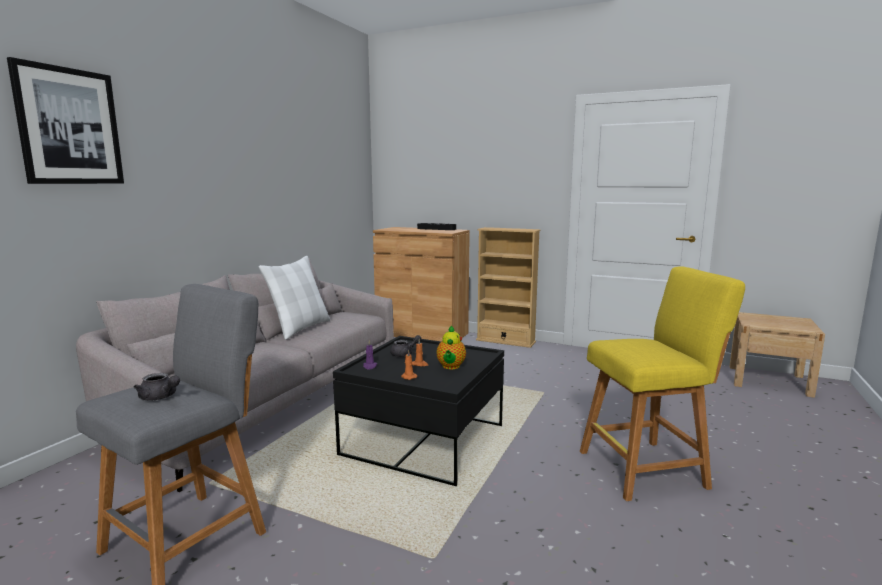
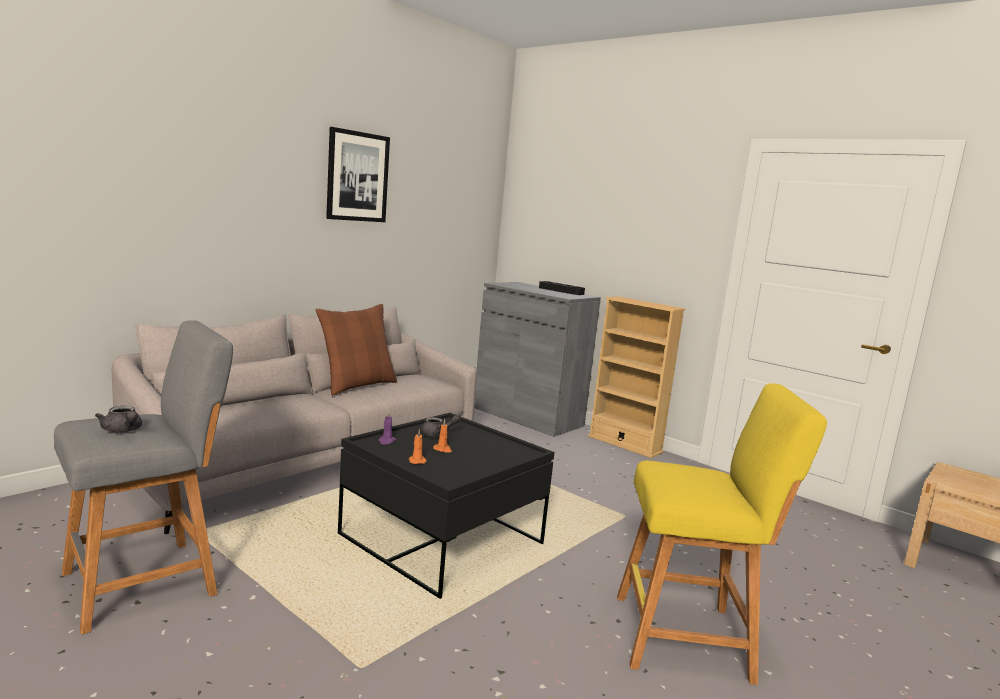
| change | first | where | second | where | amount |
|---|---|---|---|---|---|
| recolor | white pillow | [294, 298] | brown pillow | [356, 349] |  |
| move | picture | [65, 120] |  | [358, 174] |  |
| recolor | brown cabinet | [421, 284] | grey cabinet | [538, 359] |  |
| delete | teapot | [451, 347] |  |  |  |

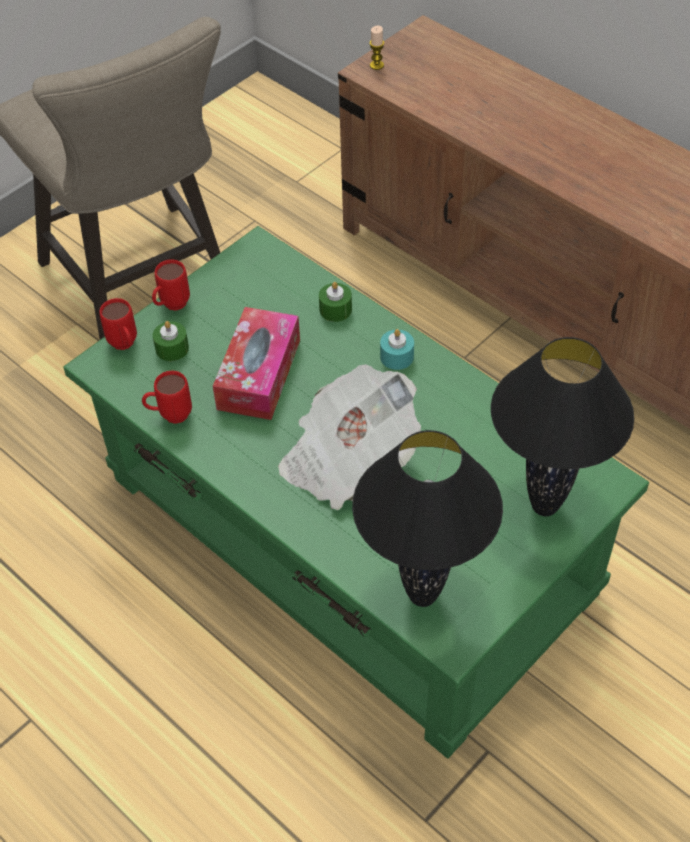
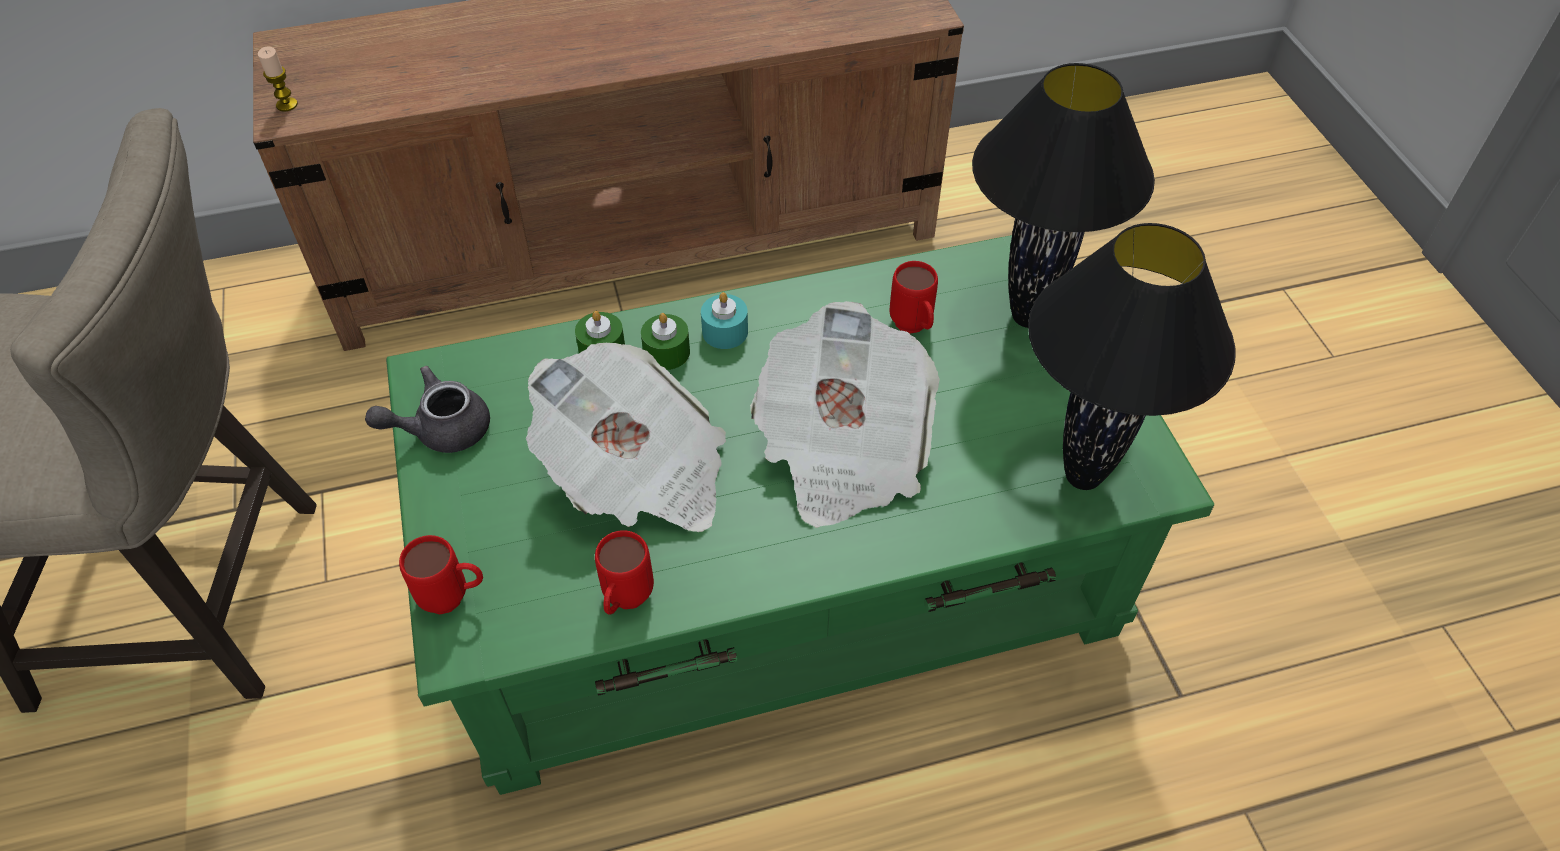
| change | first | where | second | where | amount |
|---|---|---|---|---|---|
| insert |  |  | grey teapot | [427, 409] |  |
| replace | tissue box | [256, 363] | newspaper | [626, 437] |  |
| move | green candle | [171, 341] |  | [665, 341] |  |
| move | red mug | [171, 284] |  | [914, 297] |  |

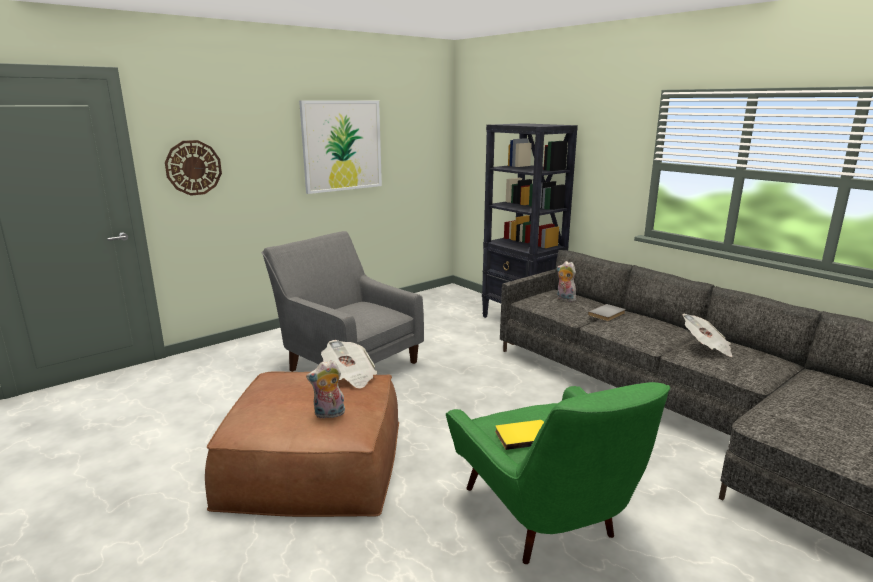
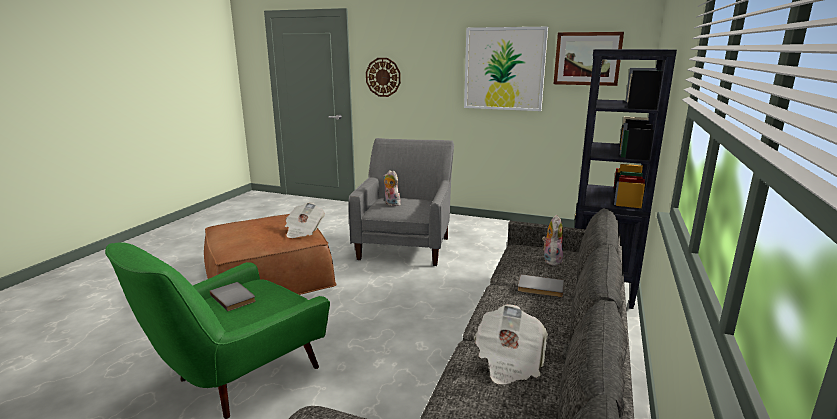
| change | first | where | second | where | amount |
|---|---|---|---|---|---|
| recolor | yellow book | [519, 435] | grey book | [233, 296] |  |
| move | plush toy | [325, 389] |  | [392, 188] |  |
| insert |  |  | picture | [588, 59] |  |

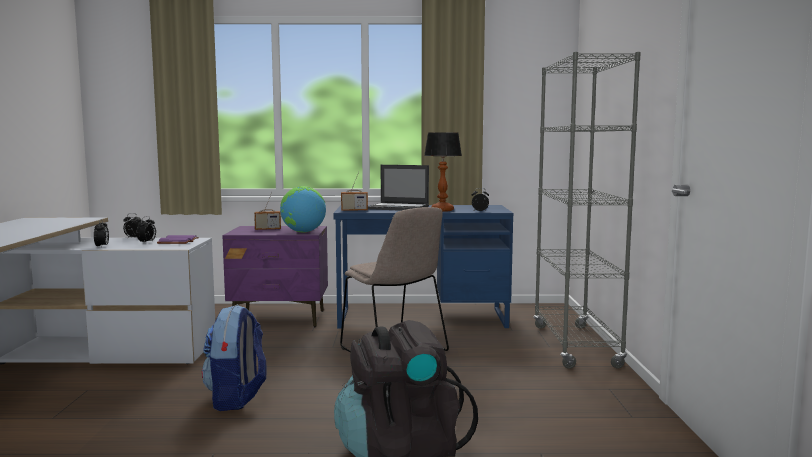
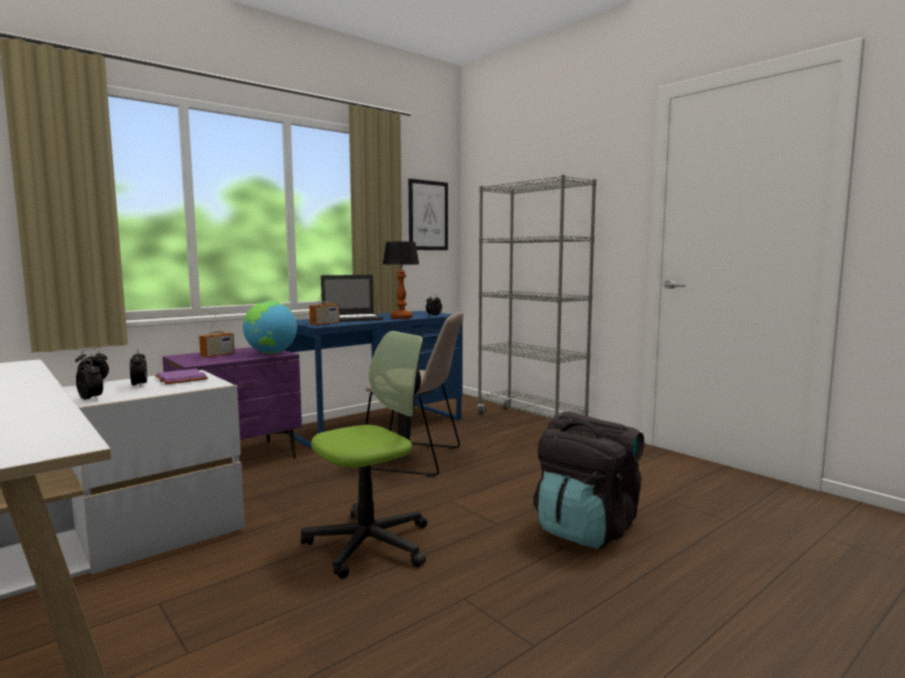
| change | first | where | second | where | amount |
|---|---|---|---|---|---|
| replace | backpack | [234, 358] | office chair | [364, 455] |  |
| insert |  |  | picture | [428, 214] |  |

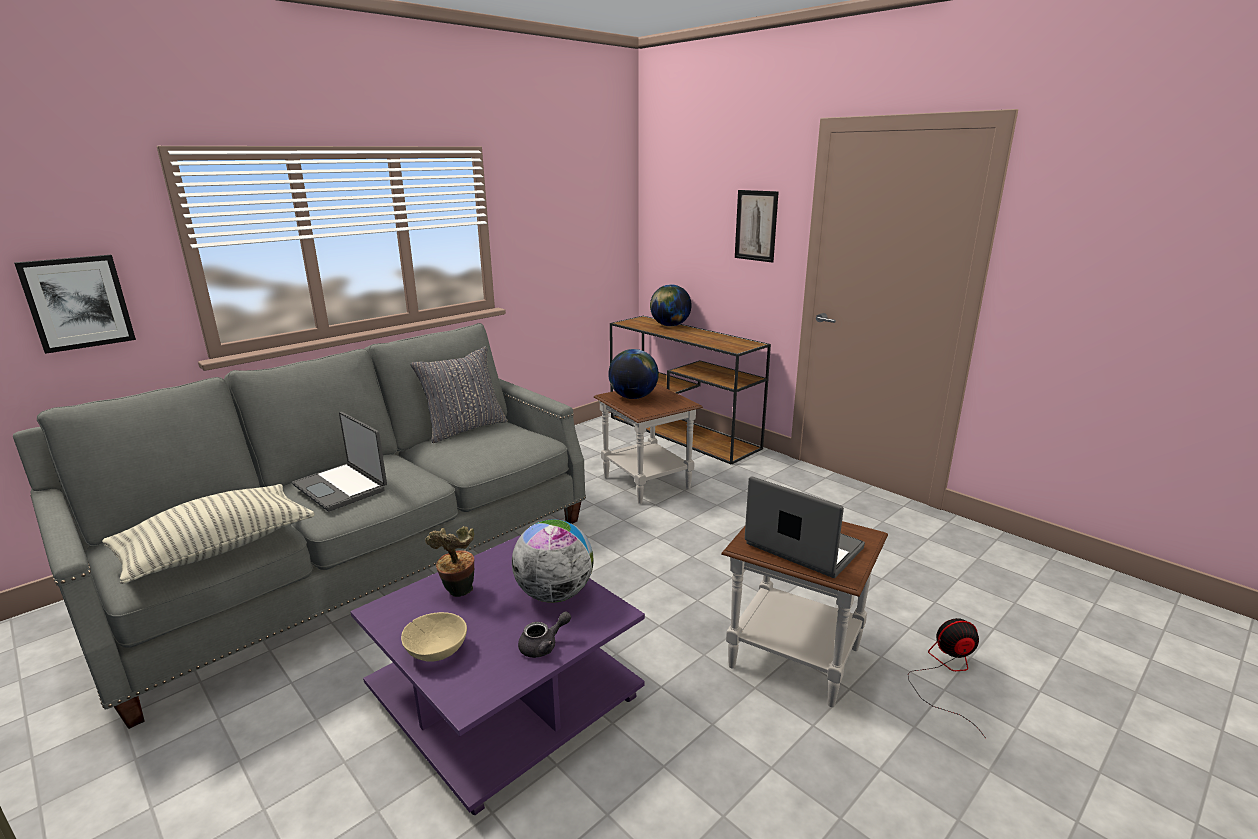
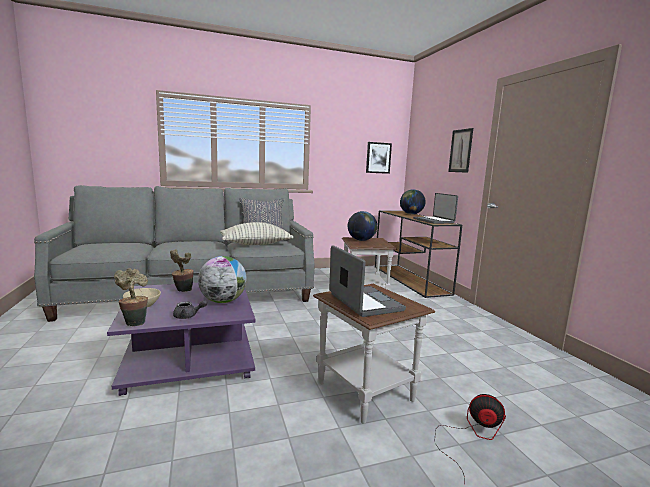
| change | first | where | second | where | amount |
|---|---|---|---|---|---|
| insert |  |  | potted plant | [131, 297] |  |
| move | pillow | [208, 534] |  | [257, 233] |  |
| move | picture | [75, 304] |  | [379, 158] |  |
| move | laptop | [339, 461] |  | [435, 208] |  |

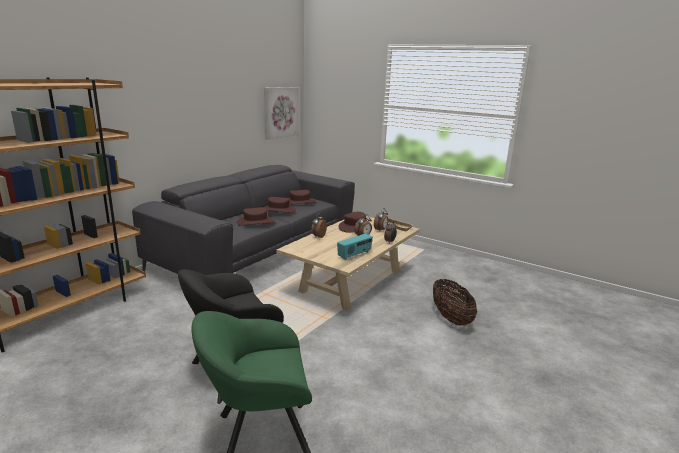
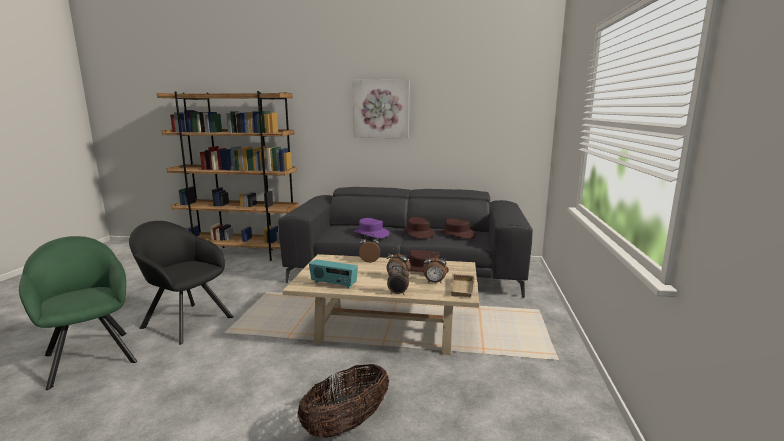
| change | first | where | second | where | amount |
|---|---|---|---|---|---|
| move | picture | [281, 113] |  | [380, 108] |  |
| recolor | brown hat | [255, 216] | purple hat | [371, 228] |  |

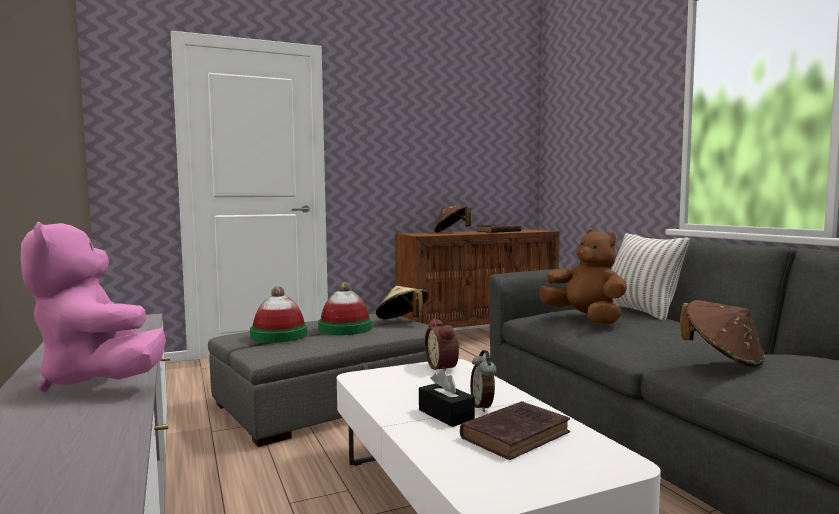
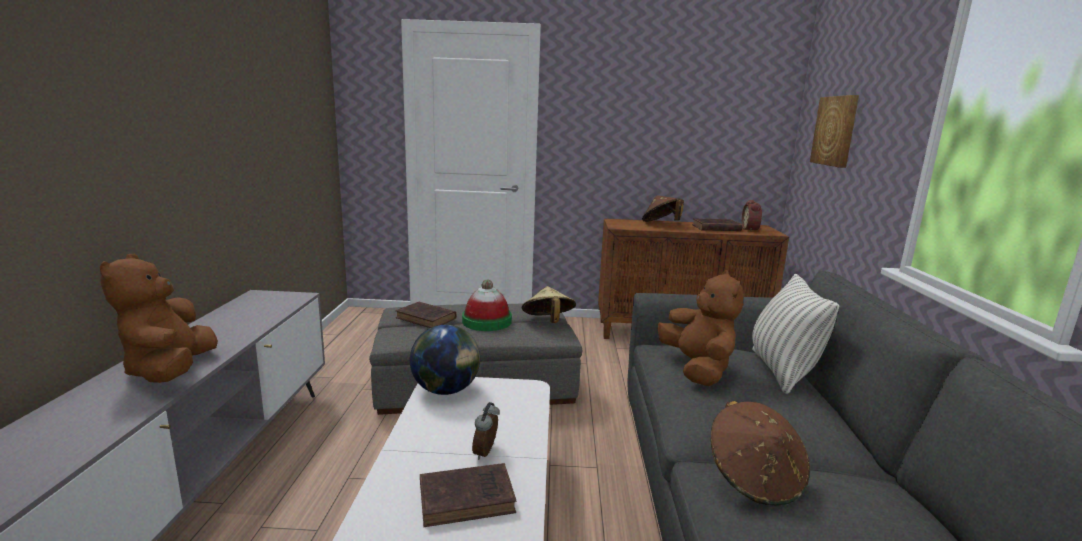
| change | first | where | second | where | amount |
|---|---|---|---|---|---|
| recolor | pink plush toy | [93, 307] | brown plush toy | [159, 318] |  |
| replace | hat | [278, 314] | brown book | [426, 315] |  |
| insert |  |  | globe | [445, 360] |  |
| move | alarm clock | [442, 344] |  | [752, 216] |  |
| insert |  |  | picture | [834, 131] |  |
| delete | black tissue box | [447, 398] |  |  |  |

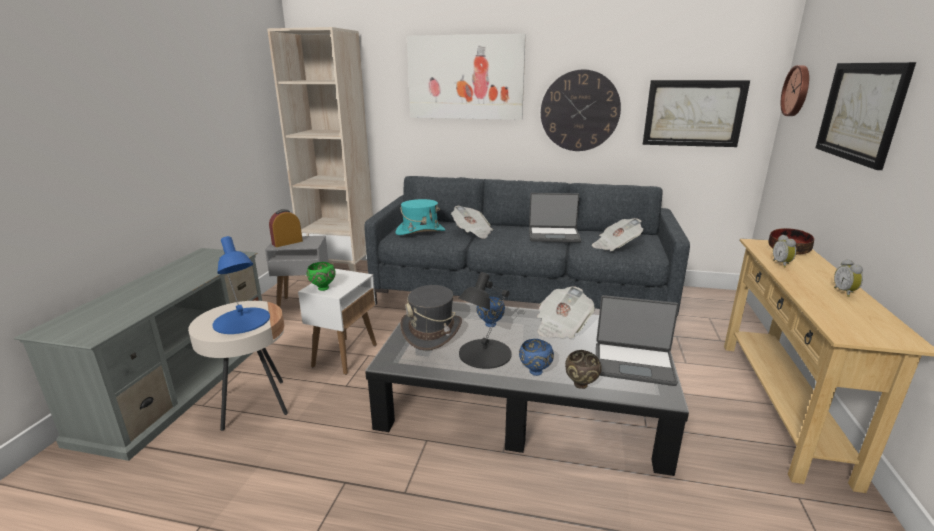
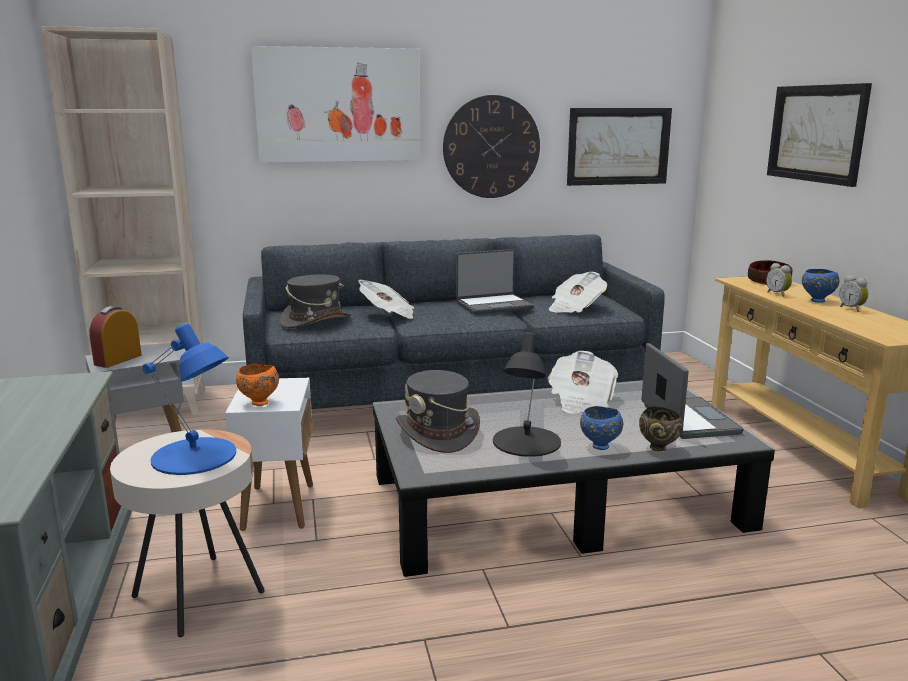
| change | first | where | second | where | amount |
|---|---|---|---|---|---|
| recolor | green bowl | [321, 276] | orange bowl | [257, 385] |  |
| recolor | turquoise hat | [420, 217] | grey hat | [315, 301] |  |
| rotate | laptop | [637, 340] |  | [692, 391] | 90 degrees counterclockwise |
| move | blue bowl | [490, 312] |  | [821, 286] |  |
| delete | wall clock | [795, 90] |  |  |  |

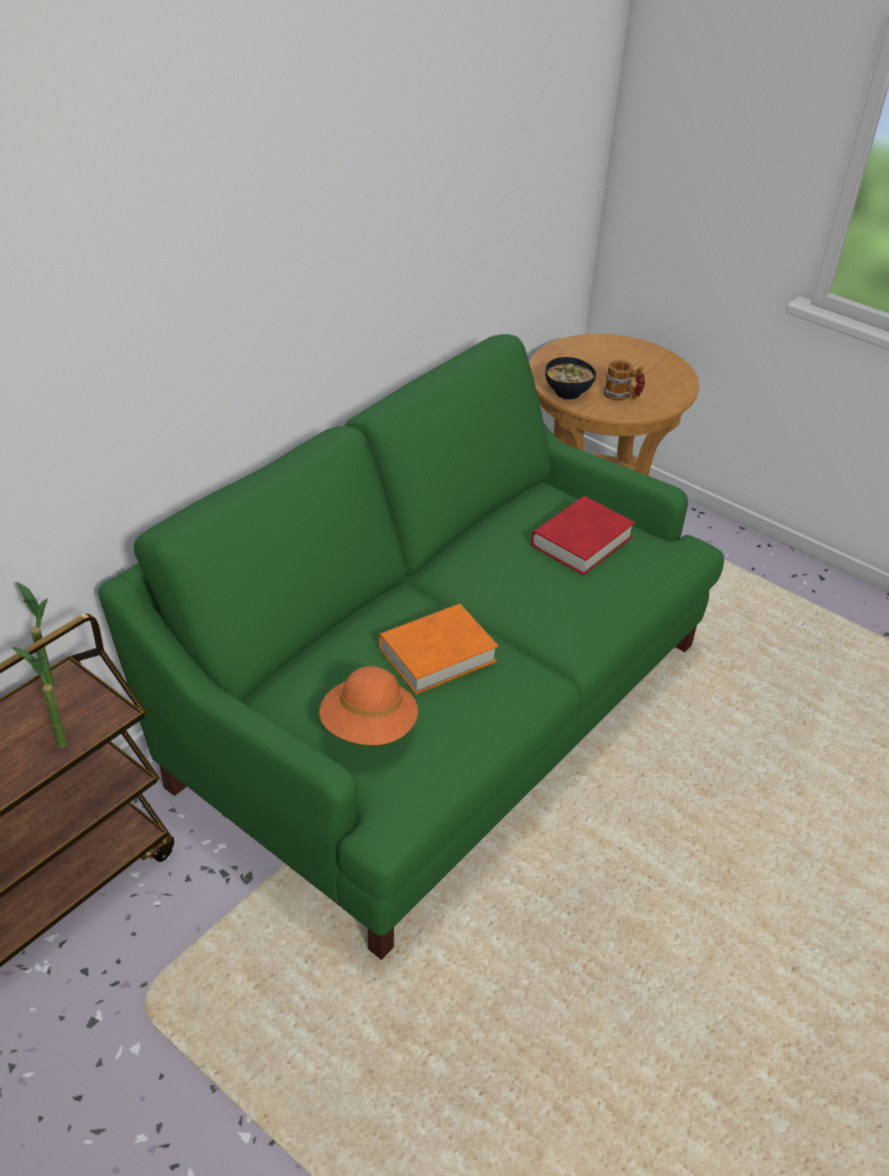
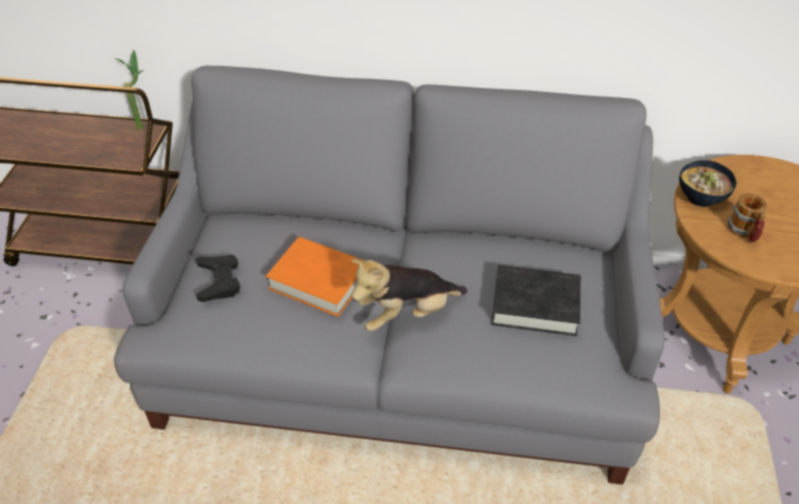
| change | first | where | second | where | amount |
|---|---|---|---|---|---|
| recolor | green sofa | [411, 647] | grey sofa | [389, 275] |  |
| replace | orange hat | [369, 705] | black game controller | [217, 278] |  |
| insert |  |  | plush toy | [409, 295] |  |
| recolor | red book | [583, 535] | black book | [536, 300] |  |
| delete | potted plant | [39, 697] |  |  |  |

